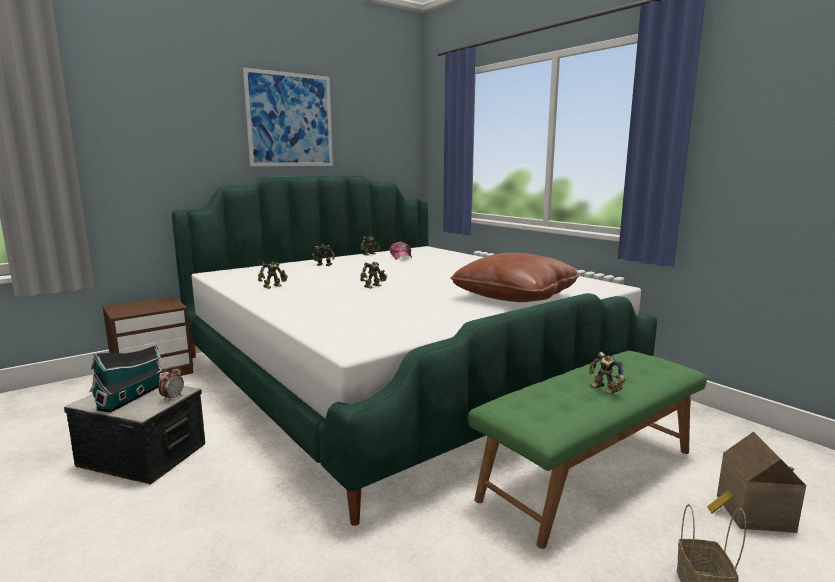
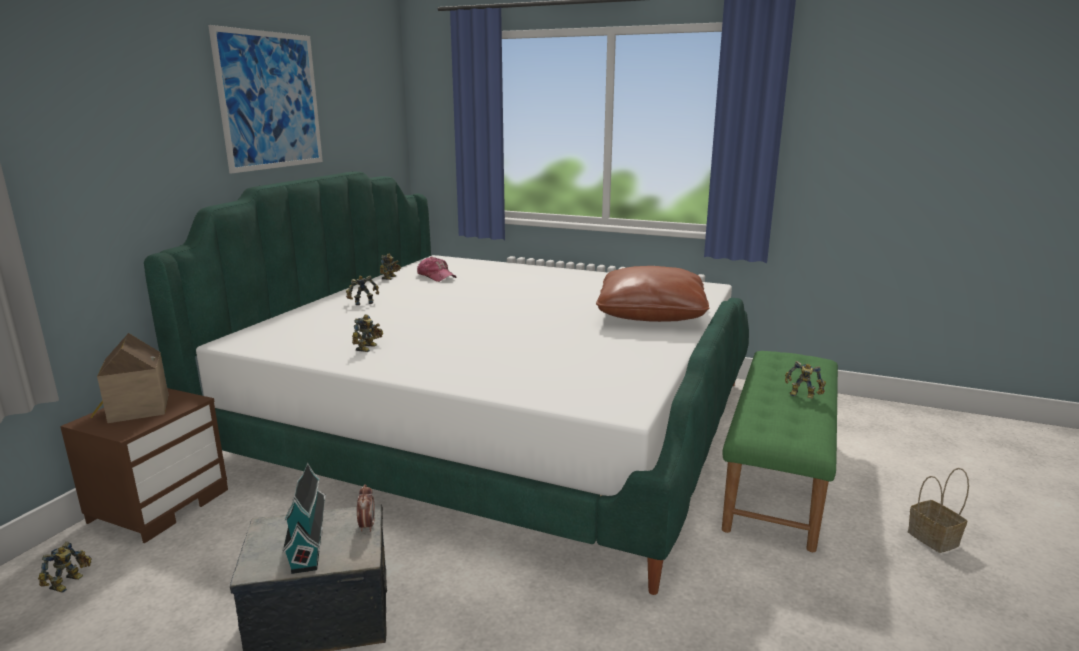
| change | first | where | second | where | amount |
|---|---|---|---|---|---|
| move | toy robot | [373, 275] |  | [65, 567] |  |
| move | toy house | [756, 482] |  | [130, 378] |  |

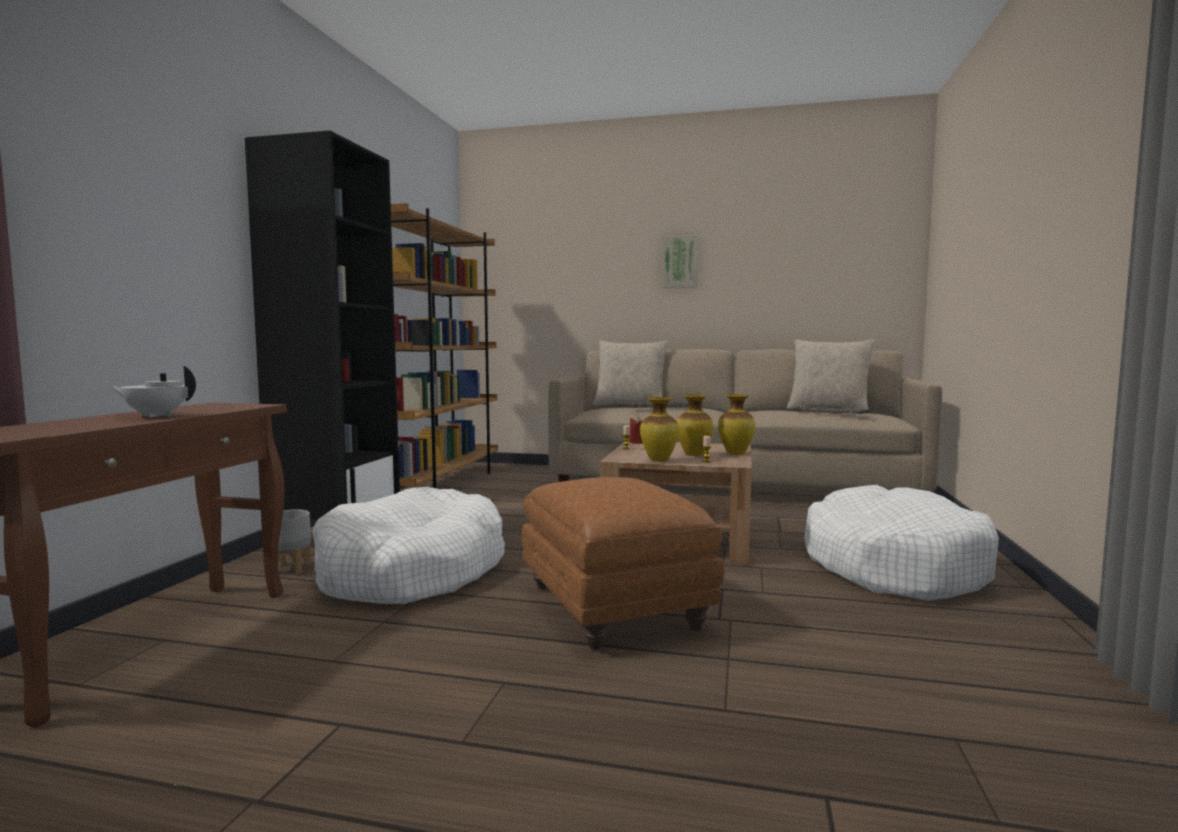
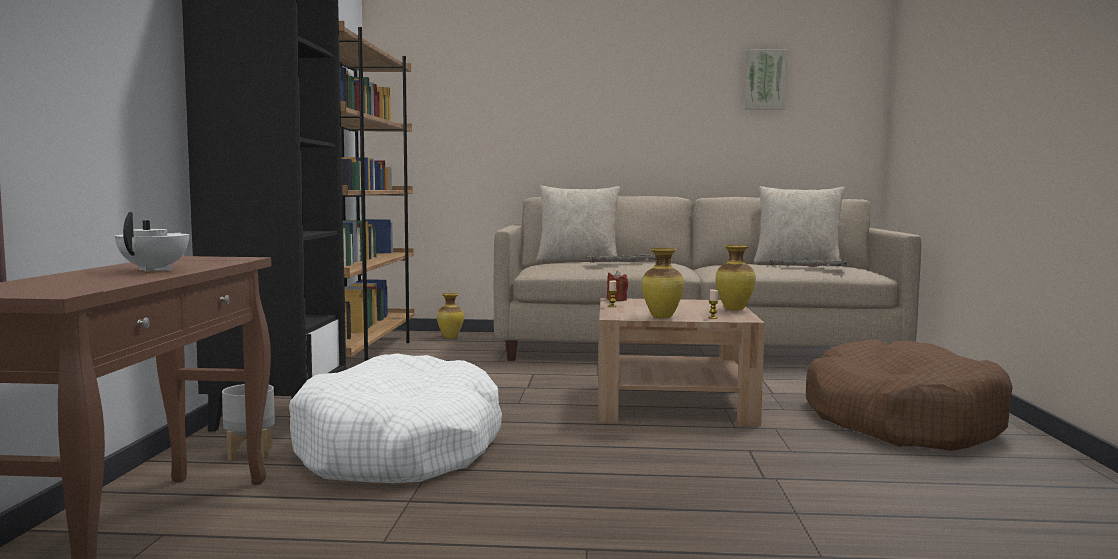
| change | first | where | second | where | amount |
|---|---|---|---|---|---|
| rotate | white teapot | [153, 392] |  | [152, 242] | 105 degrees clockwise |
| move | vase | [695, 425] |  | [450, 316] |  |
| move | picture | [680, 262] |  | [766, 80] |  |
| recolor | white dog bed | [901, 543] | brown dog bed | [909, 395] |  |
| delete | brown ottoman | [623, 563] |  |  |  |

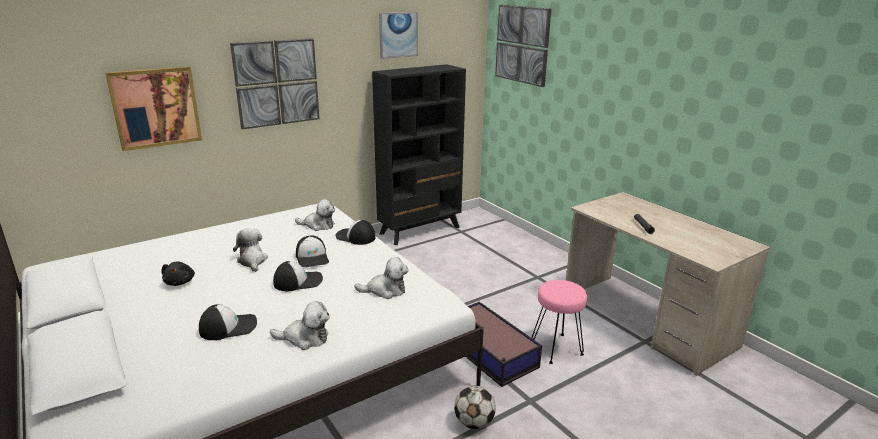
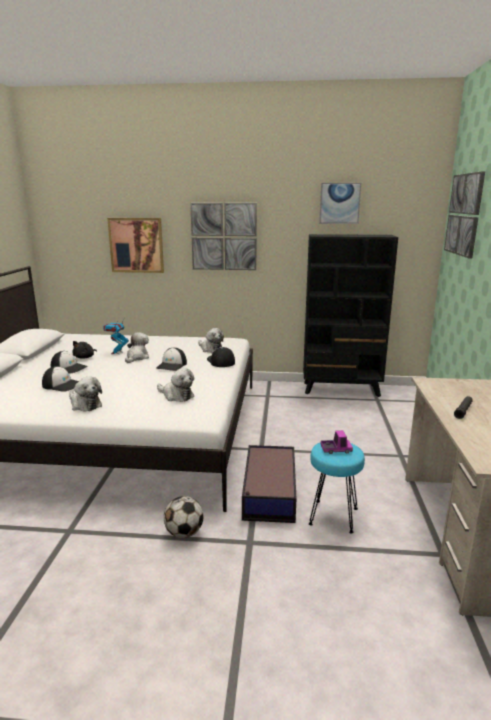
| change | first | where | second | where | amount |
|---|---|---|---|---|---|
| move | cap | [298, 276] |  | [69, 362] |  |
| insert |  |  | toy robot | [116, 335] |  |
| recolor | pink stool | [559, 322] | turquoise stool | [337, 487] |  |
| insert |  |  | toy truck | [336, 442] |  |

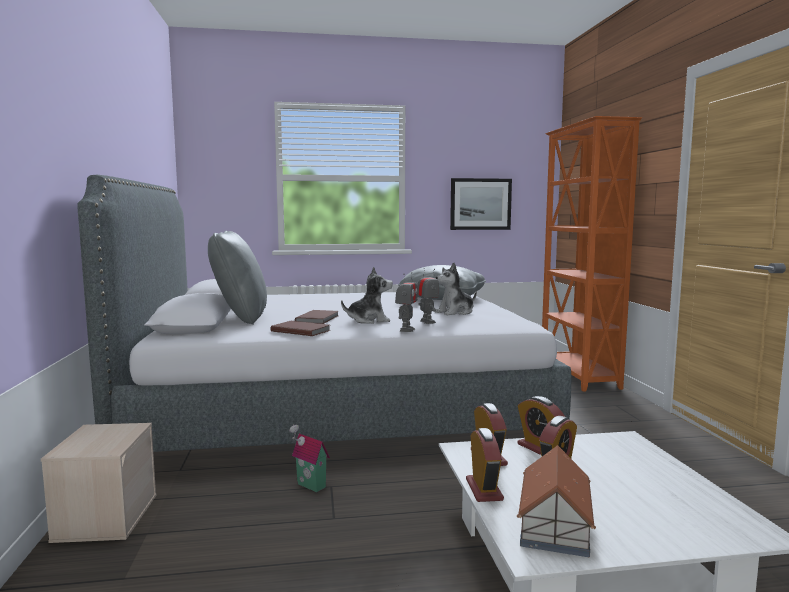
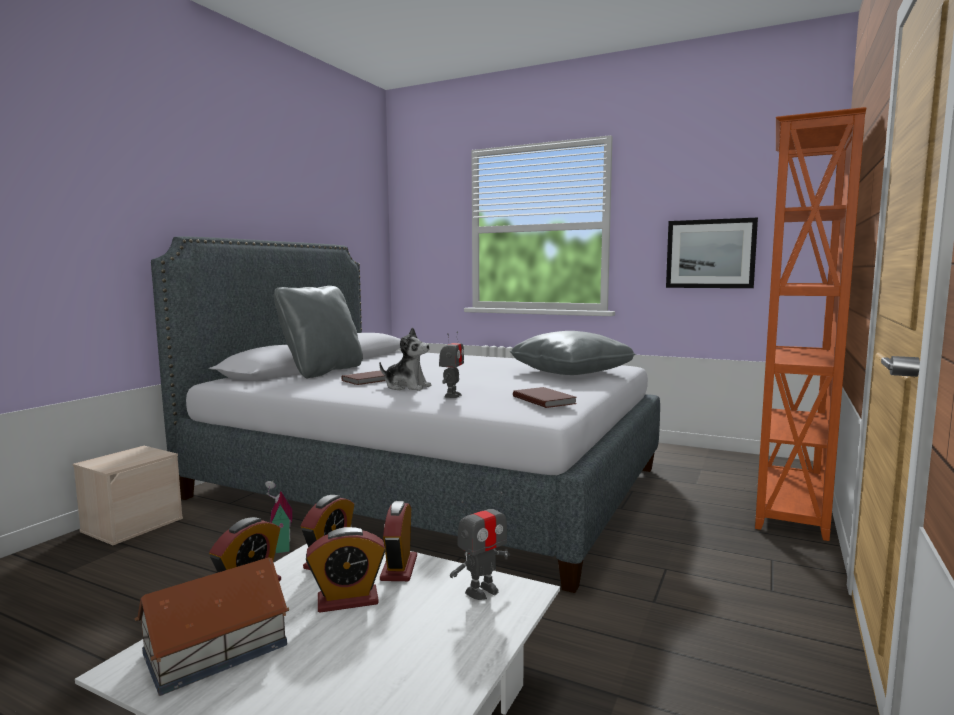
| change | first | where | second | where | amount |
|---|---|---|---|---|---|
| move | toy robot | [406, 302] |  | [480, 546] |  |
| move | brown book | [301, 328] |  | [545, 397] |  |
| delete | plush toy | [456, 289] |  |  |  |

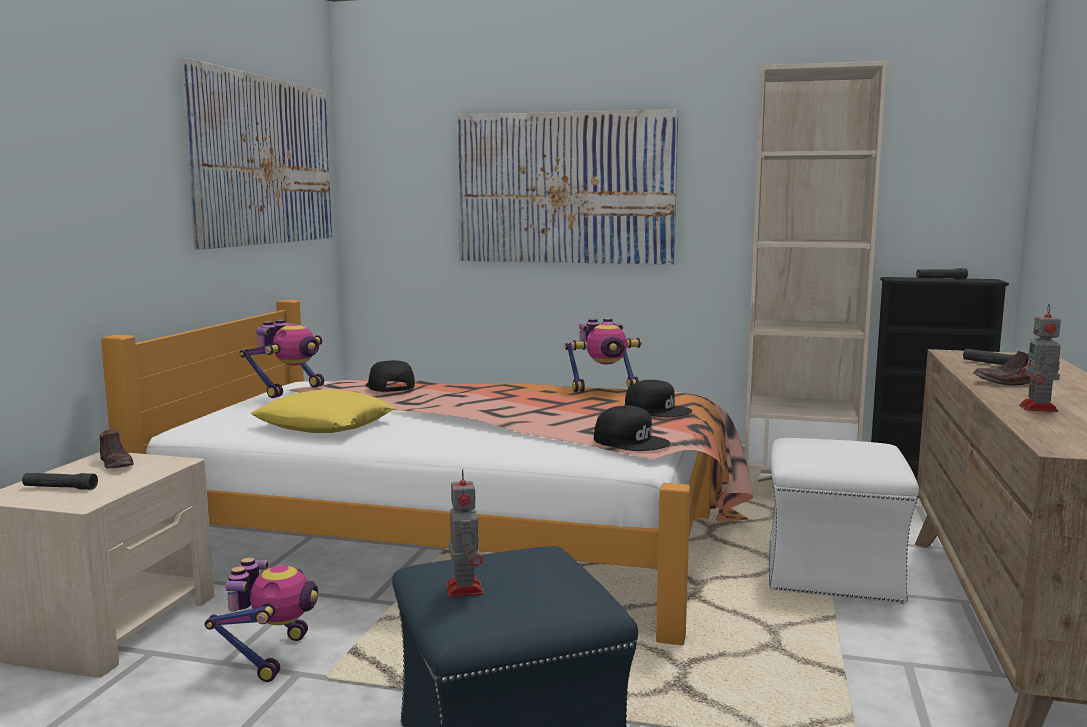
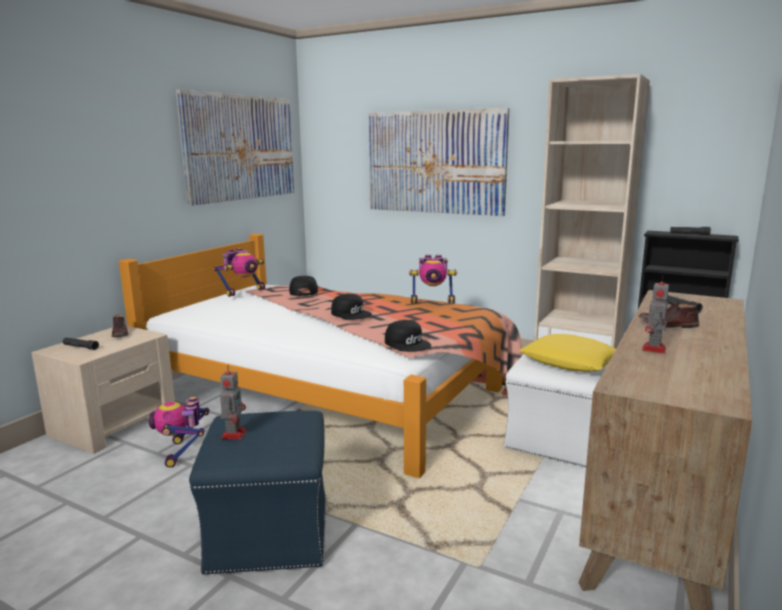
| change | first | where | second | where | amount |
|---|---|---|---|---|---|
| rotate | toy robot | [261, 619] |  | [178, 432] | 150 degrees clockwise |
| move | black cap | [658, 398] |  | [351, 307] |  |
| move | yellow pillow | [322, 411] |  | [567, 353] |  |

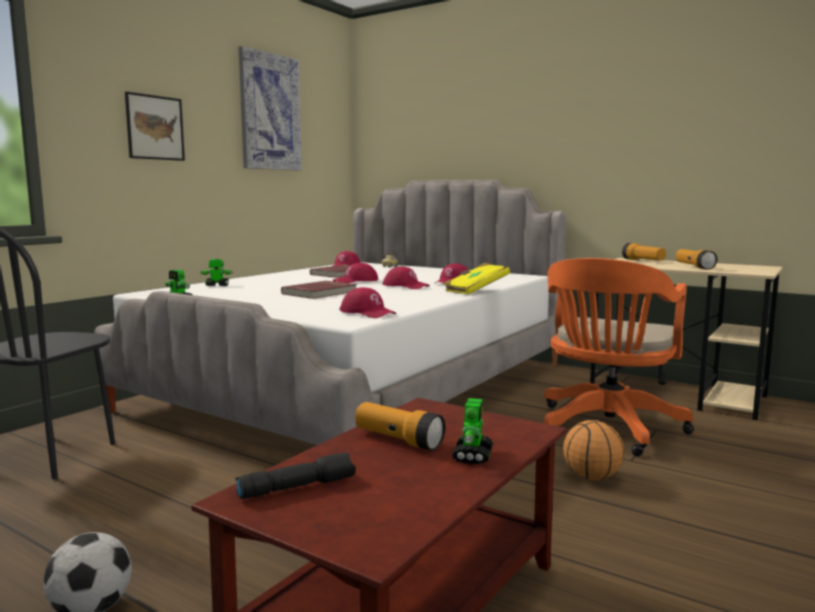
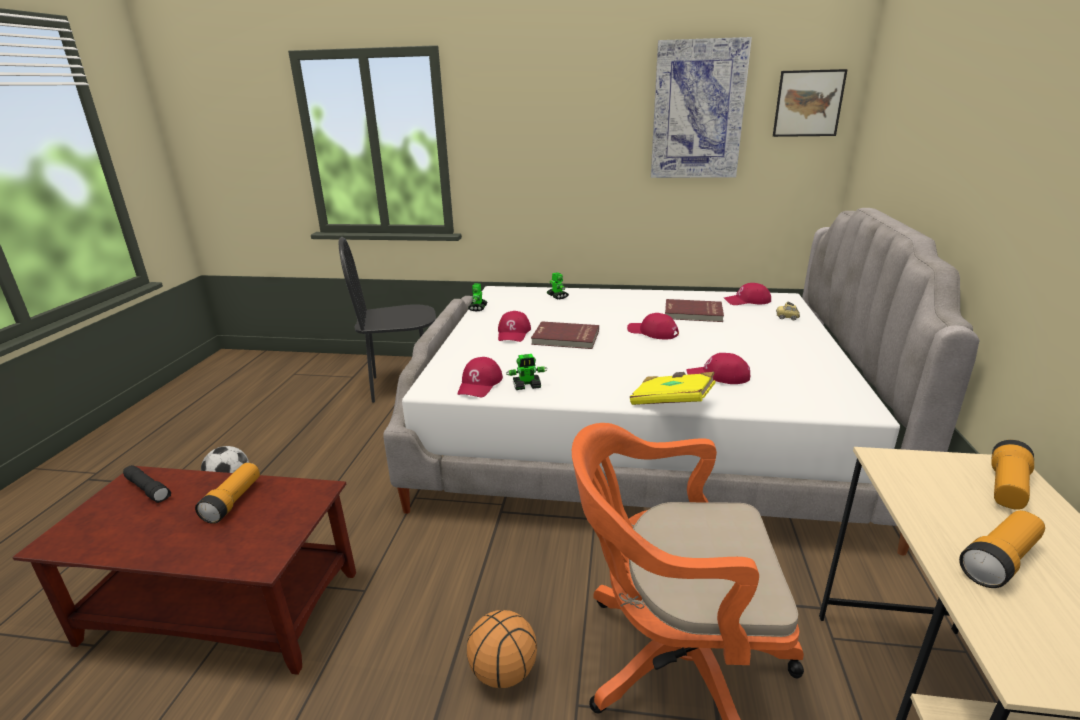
| change | first | where | second | where | amount |
|---|---|---|---|---|---|
| move | red cap | [406, 277] |  | [514, 326] |  |
| move | toy robot | [473, 431] |  | [527, 372] |  |
| move | picture | [155, 126] |  | [810, 103] |  |

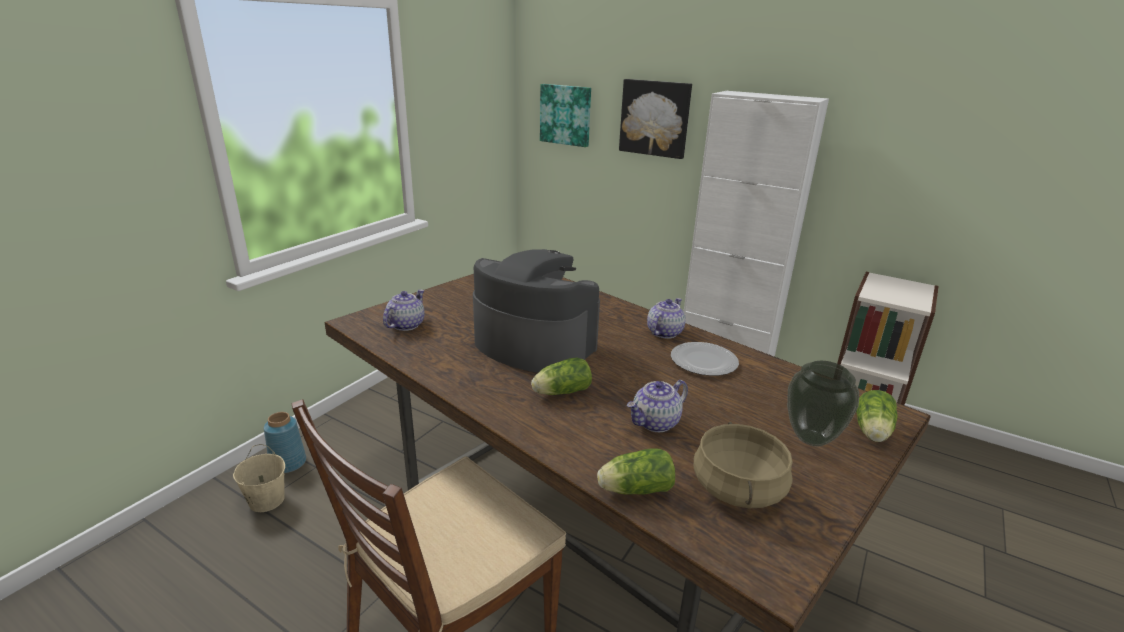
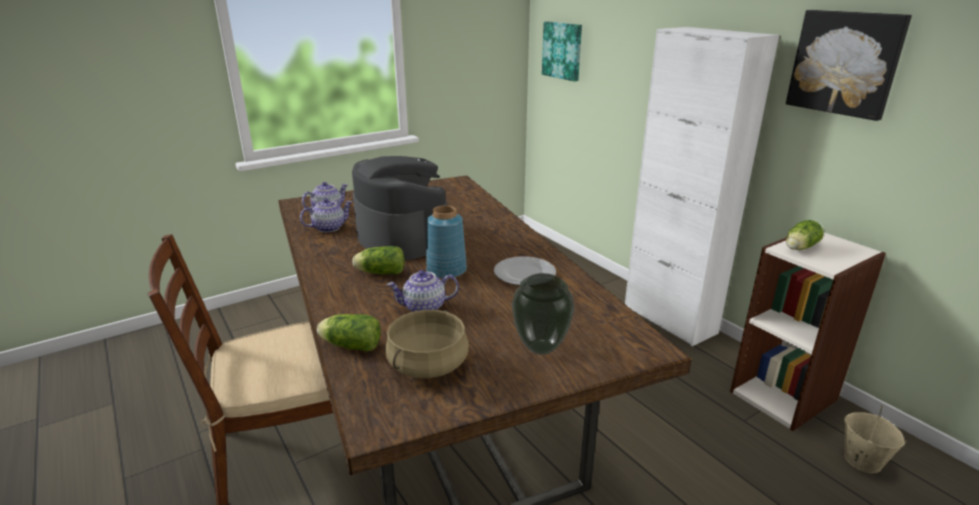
| change | first | where | second | where | amount |
|---|---|---|---|---|---|
| move | teapot | [666, 318] |  | [326, 215] |  |
| move | blue vase | [285, 442] |  | [446, 242] |  |
| move | picture | [655, 119] |  | [849, 65] |  |
| move | lettuce | [877, 416] |  | [805, 235] |  |
| move | beige bucket | [259, 478] |  | [874, 439] |  |

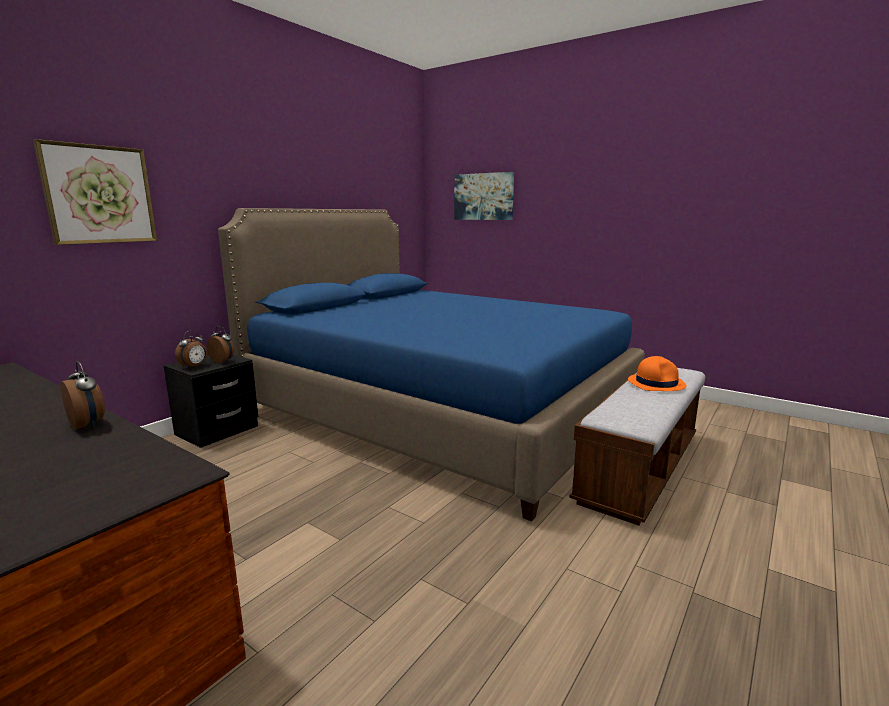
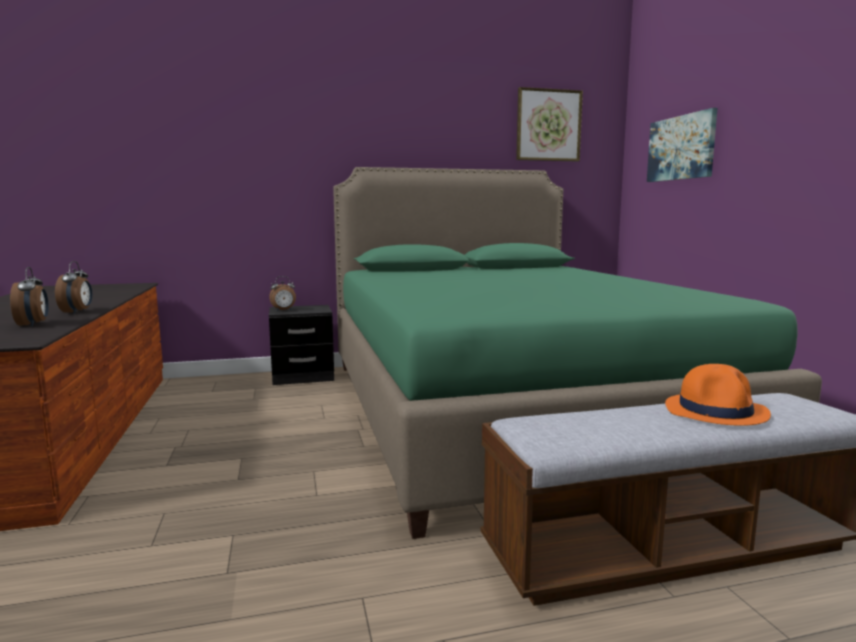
| change | first | where | second | where | amount |
|---|---|---|---|---|---|
| move | alarm clock | [220, 344] |  | [29, 297] |  |
| recolor | blue bed | [431, 364] | green bed | [577, 353] |  |
| move | picture | [95, 192] |  | [549, 124] |  |

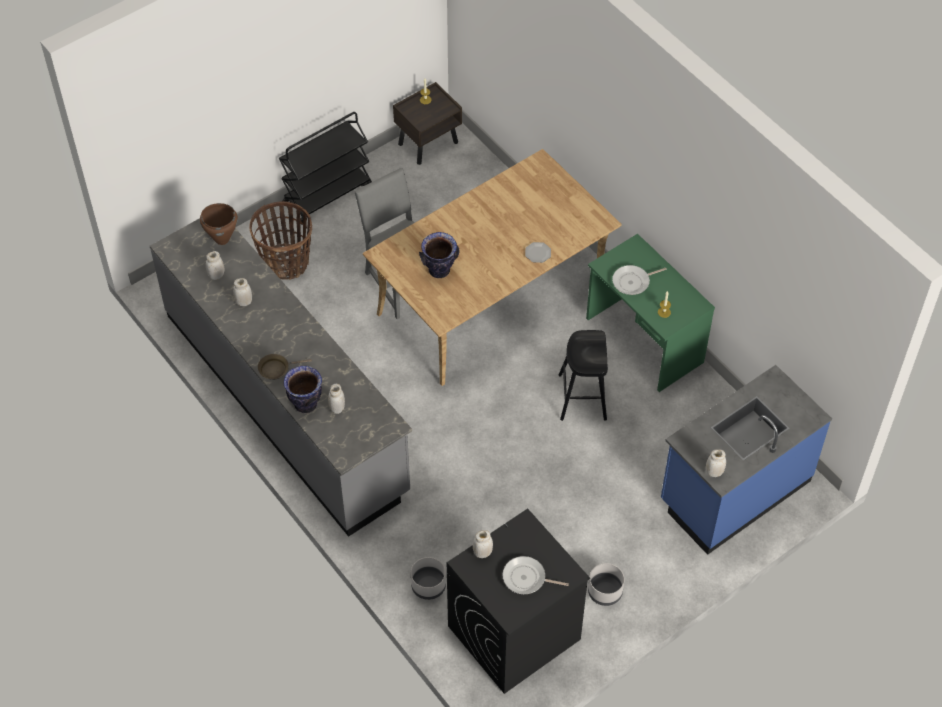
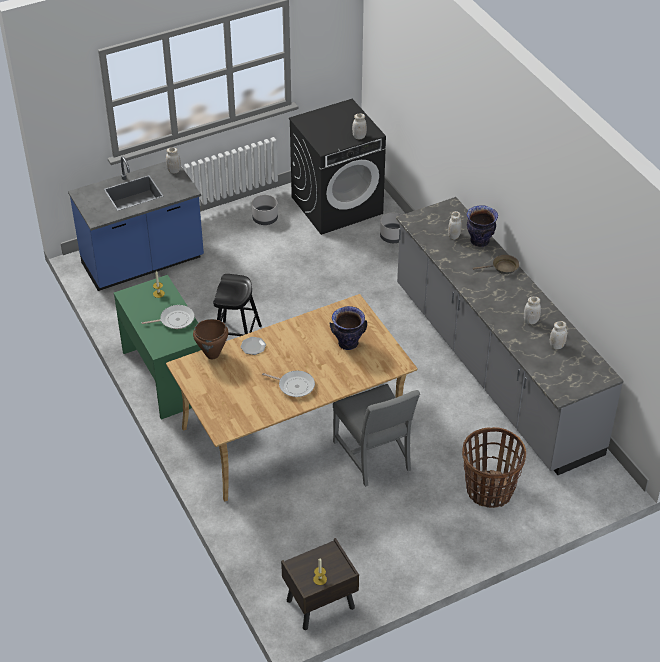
| change | first | where | second | where | amount |
|---|---|---|---|---|---|
| move | brown cooking pot | [219, 224] |  | [210, 339] |  |
| move | frying pan | [536, 575] |  | [288, 384] |  |
| delete | black cart | [325, 168] |  |  |  |

